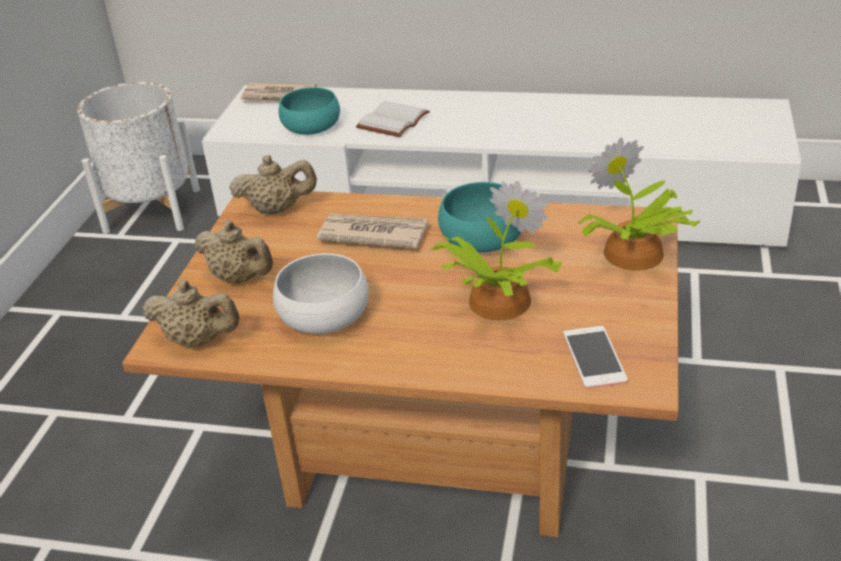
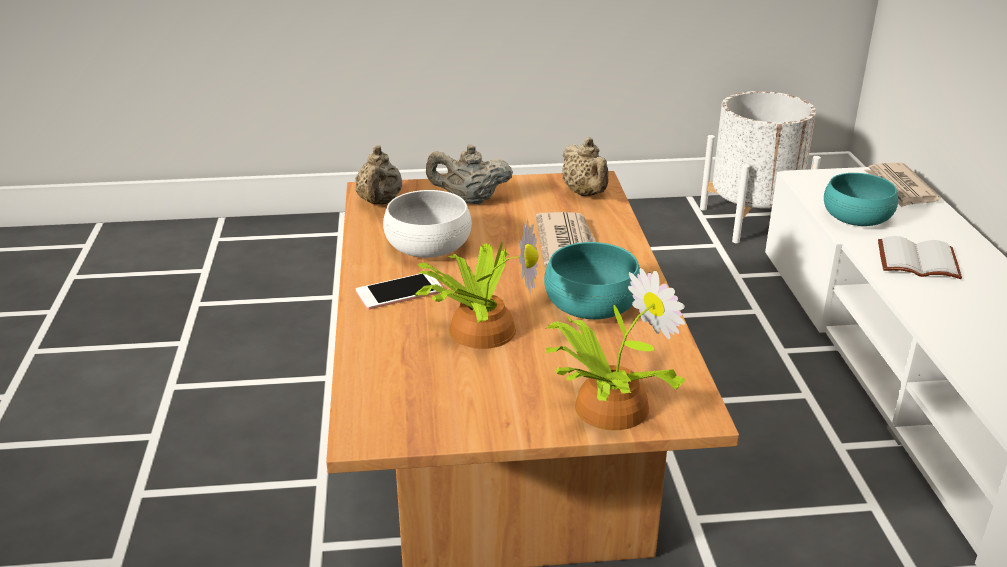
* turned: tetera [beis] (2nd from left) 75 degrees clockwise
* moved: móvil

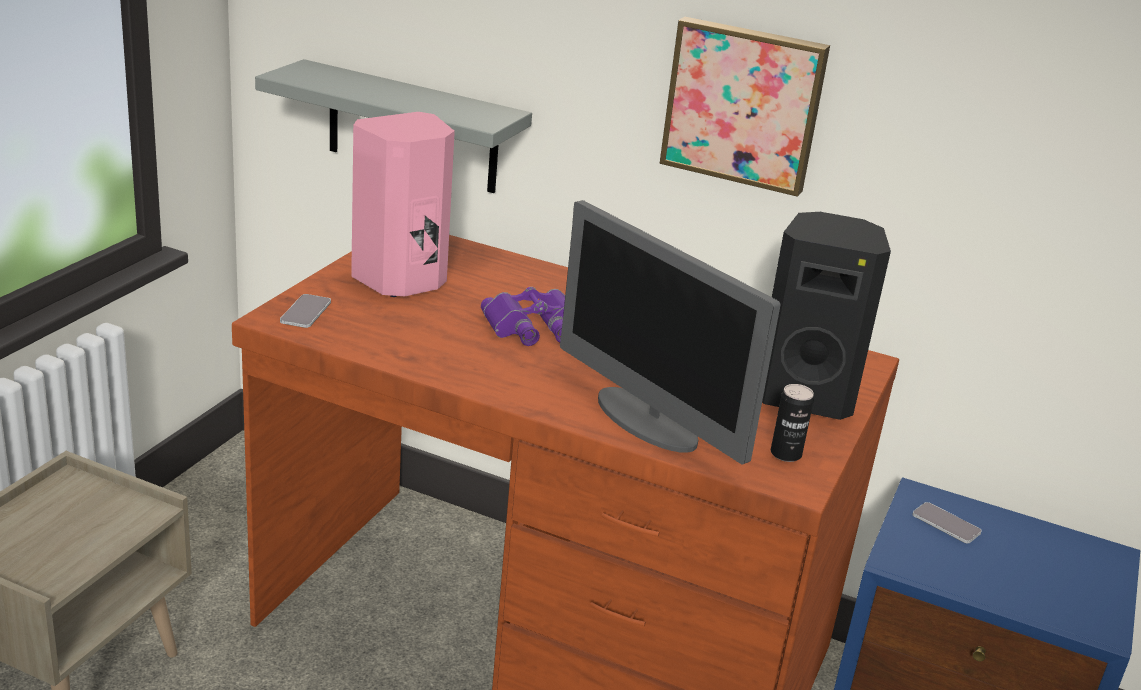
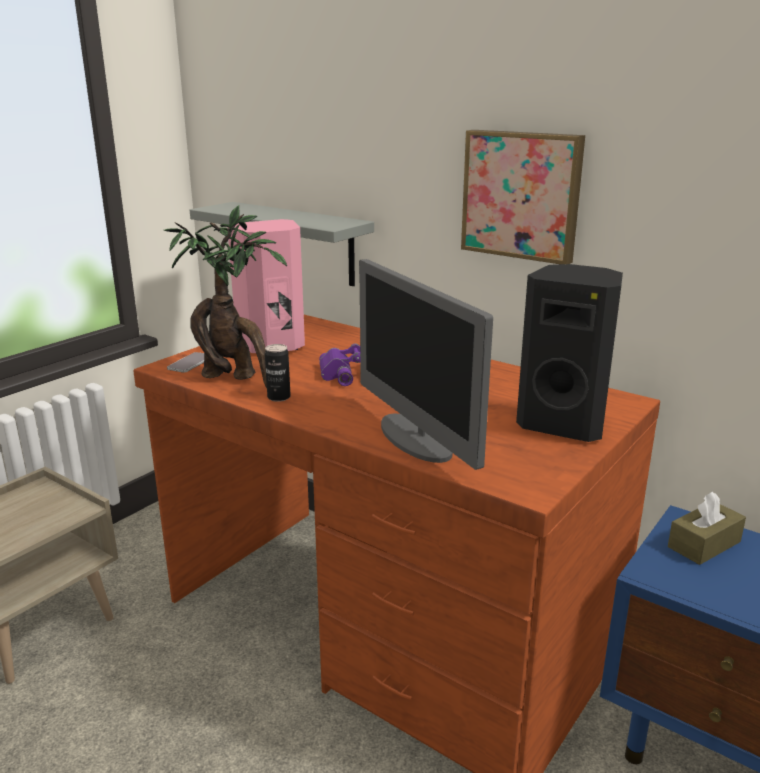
* moved: lata
* replaced: móvil (2nd from left) to caja de pañuelos [marrón]
* added: planta en maceta

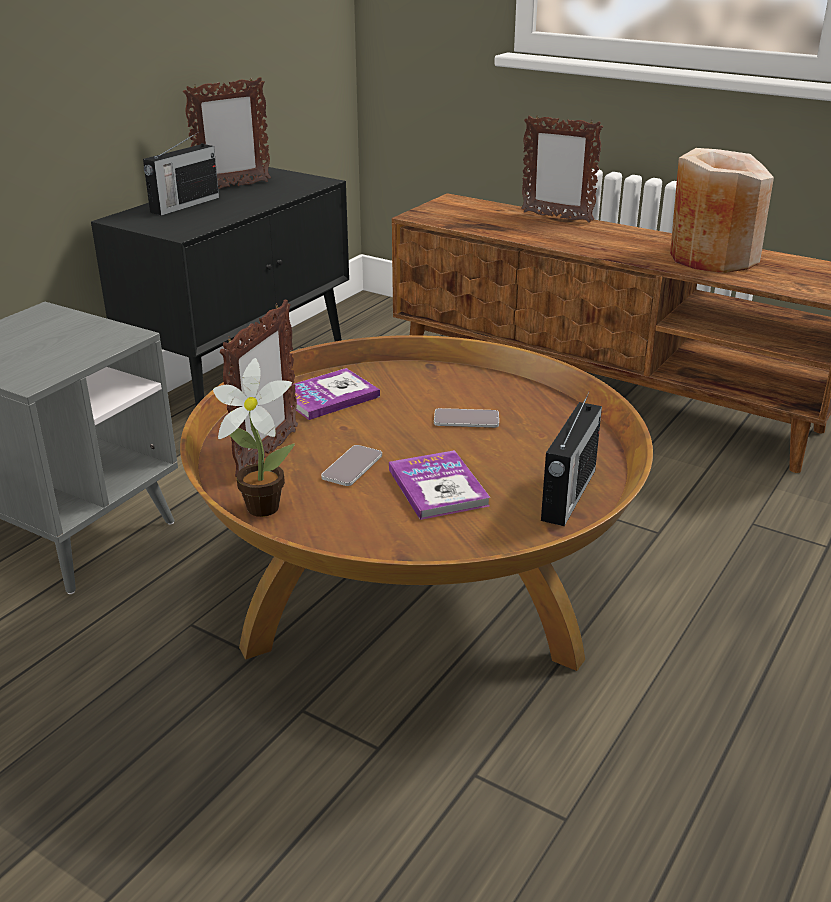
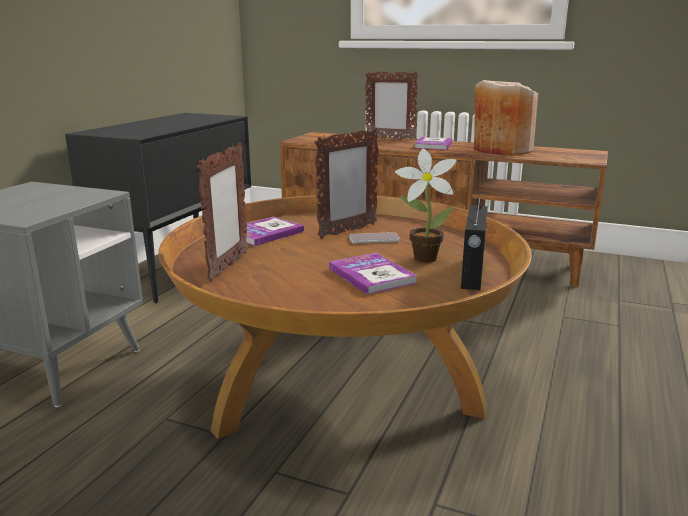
* moved: portarretratos (1st from left in the first image) to portarretratos (2nd from left)
* removed: radio (1st from left)
* moved: planta en maceta
* removed: móvil (1st from left)
* added: libro (3rd from left)

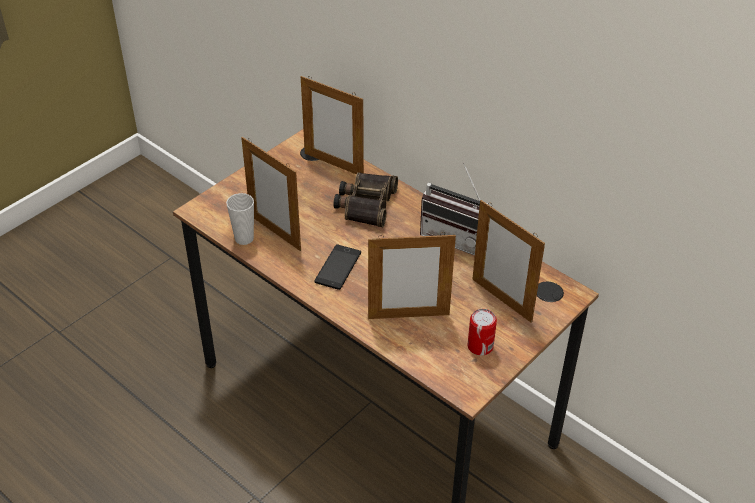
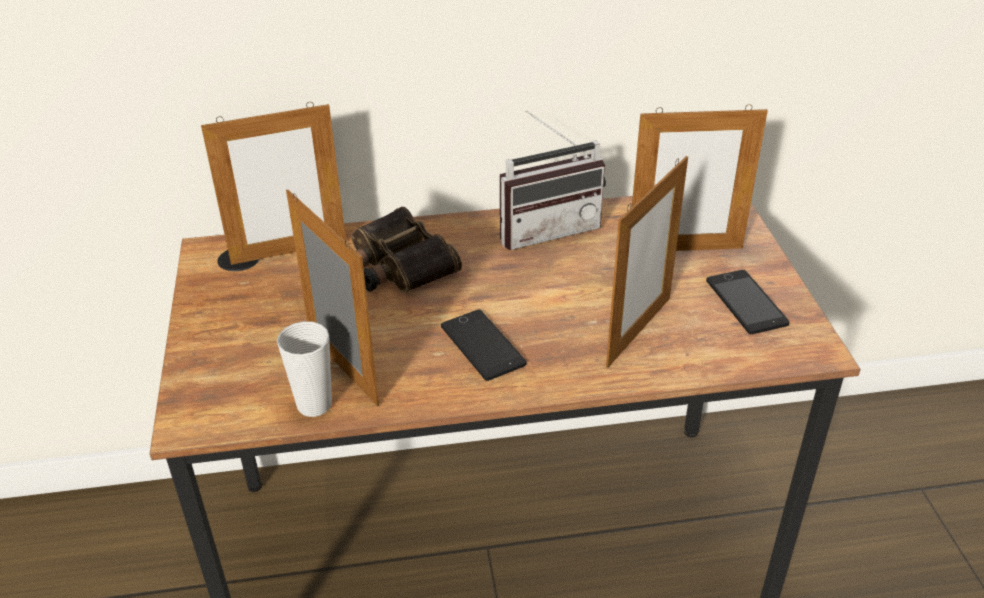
* turned: portarretratos (1st from left in the first image) 120 degrees counterclockwise
* replaced: lata to móvil (2nd from left)

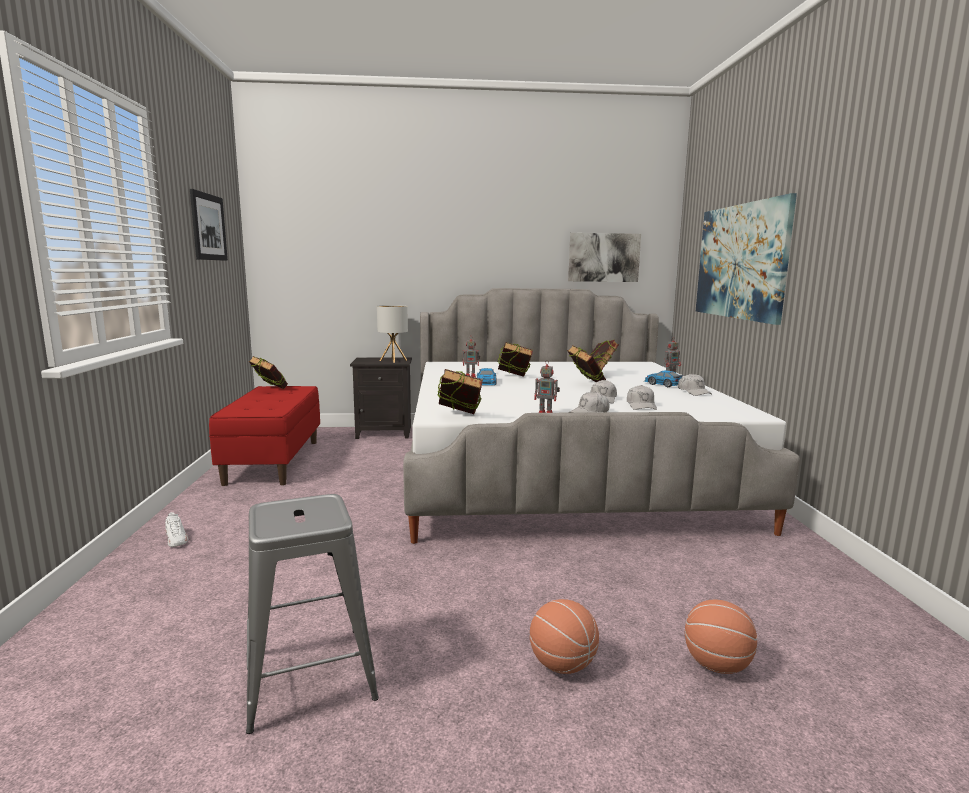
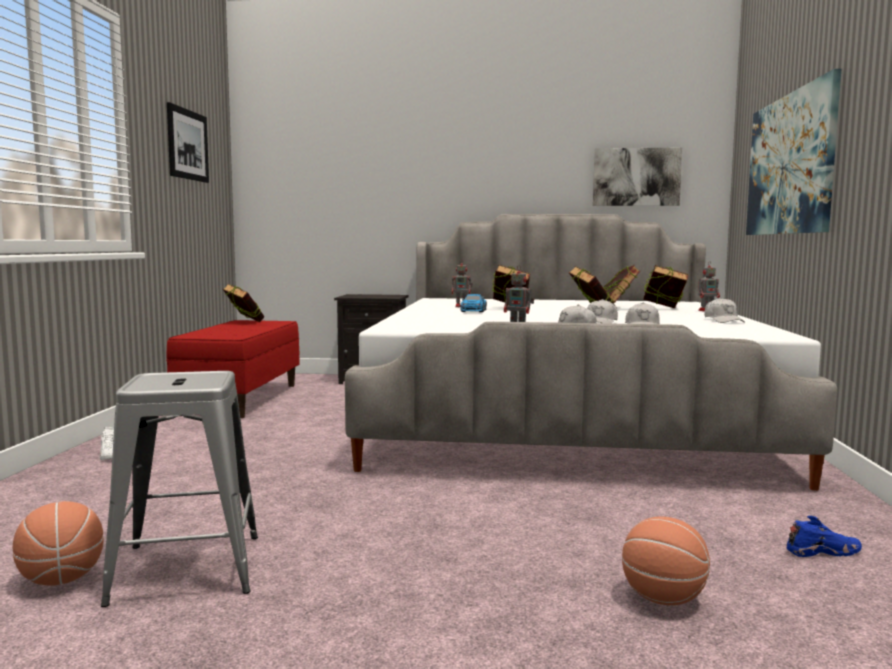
* removed: lámpara de mesa
* moved: libro (2nd from left in the first image) to libro (5th from left)
* removed: coche de juguete (2nd from left)
* moved: balón de baloncesto (1st from left)
* added: zapato [azul]

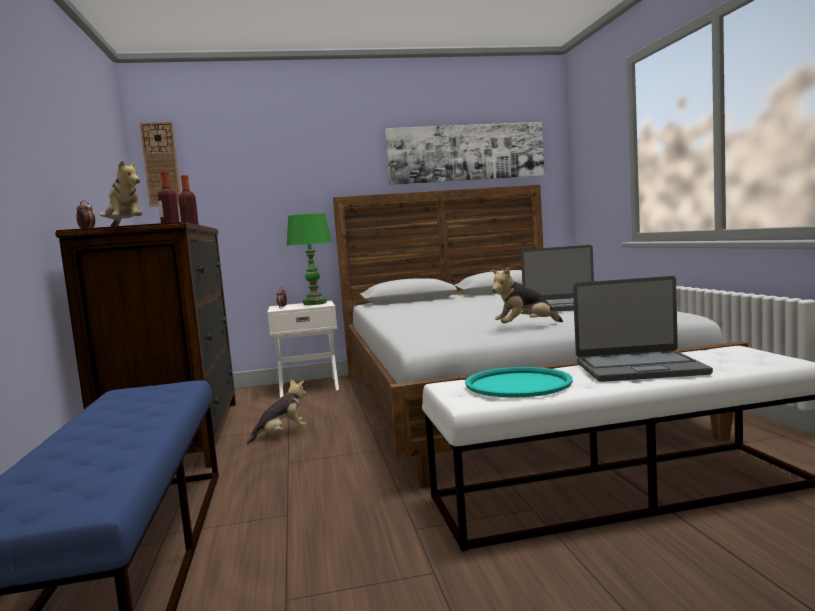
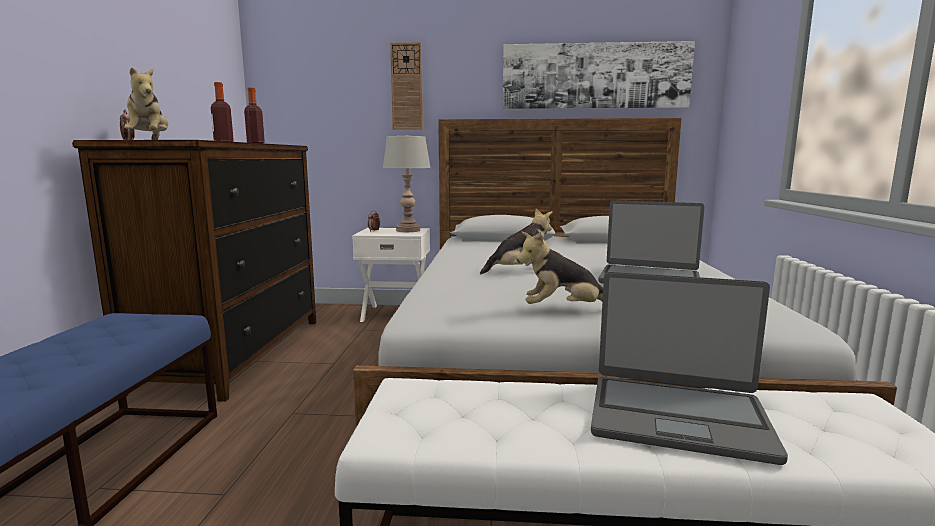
* moved: reloj de pared
* recoloured: lámpara de mesa [verde] to lámpara de mesa [gris]
* removed: bandeja [turquesa]
* moved: peluche (2nd from left)

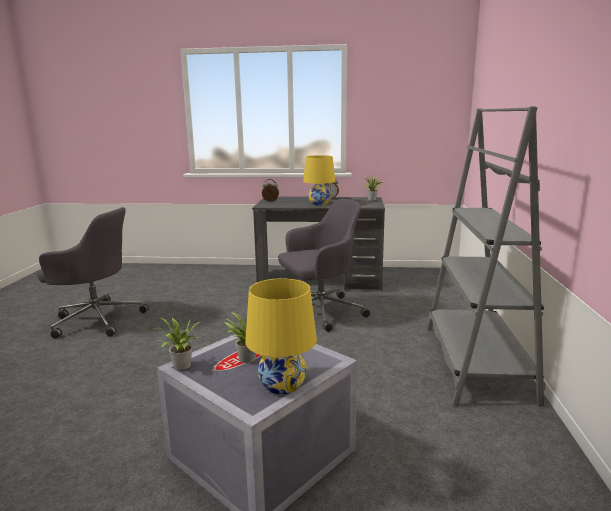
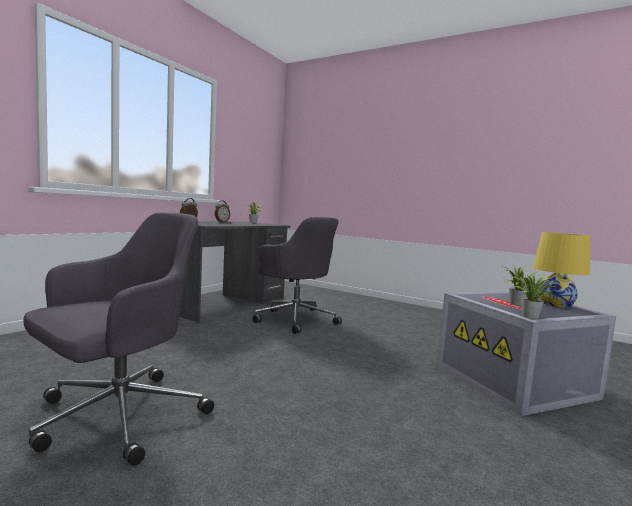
* removed: estantería [gris]
* removed: lámpara de mesa [amarillo] (2nd from left)
* turned: silla de oficina [gris] (2nd from left) 135 degrees clockwise

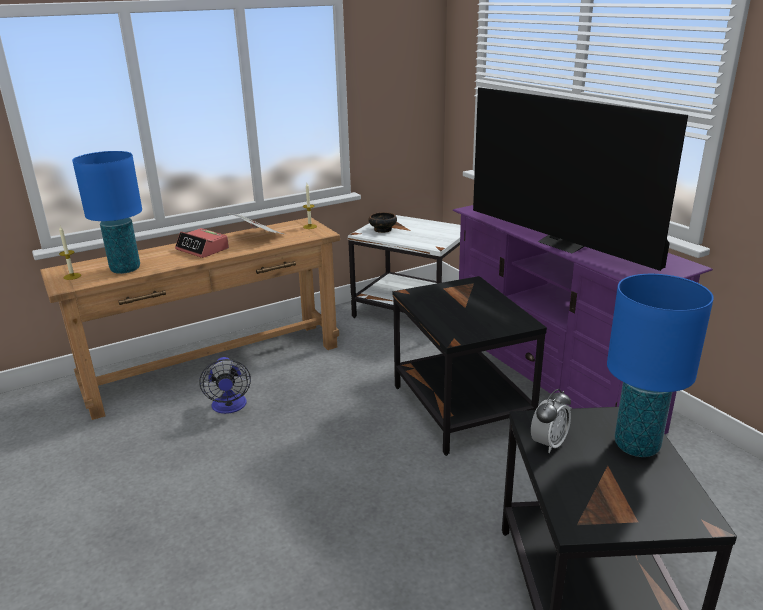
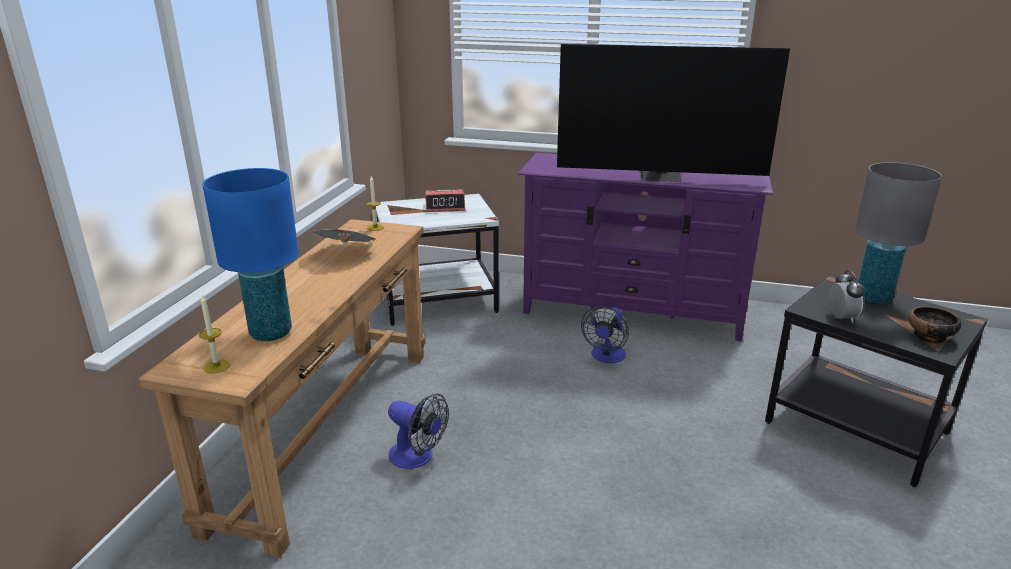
* moved: cuenco
* moved: despertador (1st from left)
* recoloured: lámpara de mesa [azul] (2nd from left) to lámpara de mesa [gris]
* replaced: mesa auxiliar [negro] (1st from left) to ventilador (2nd from left)

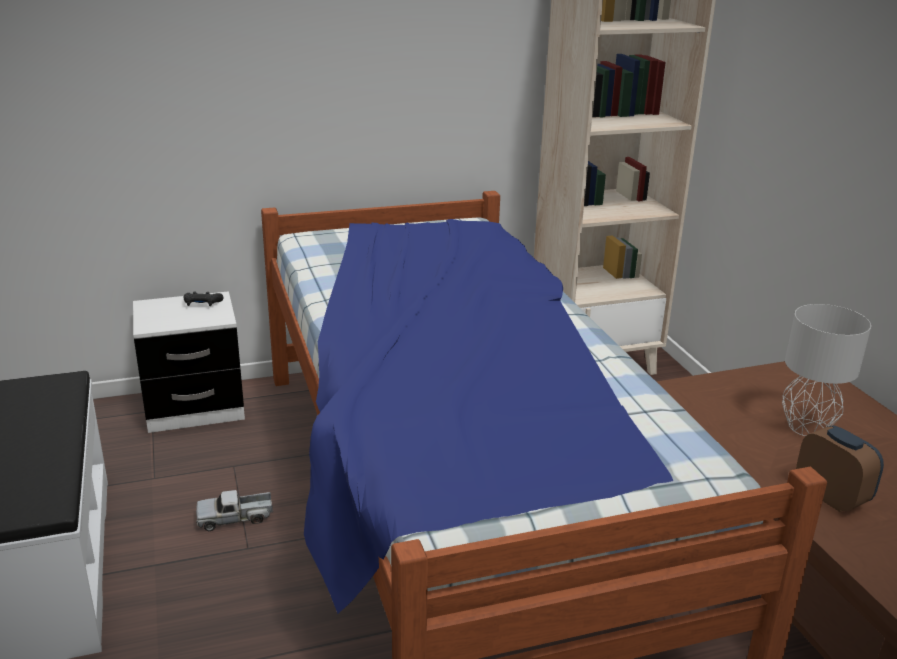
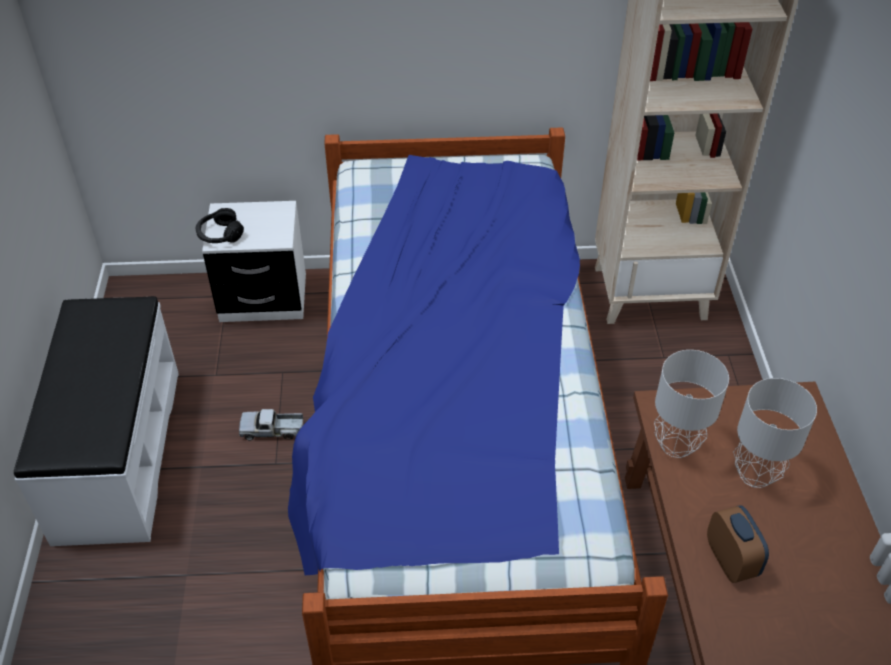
* removed: mando de consola [negro]
* added: auriculares [negro]
* added: lámpara de mesa [gris] (1st from left)

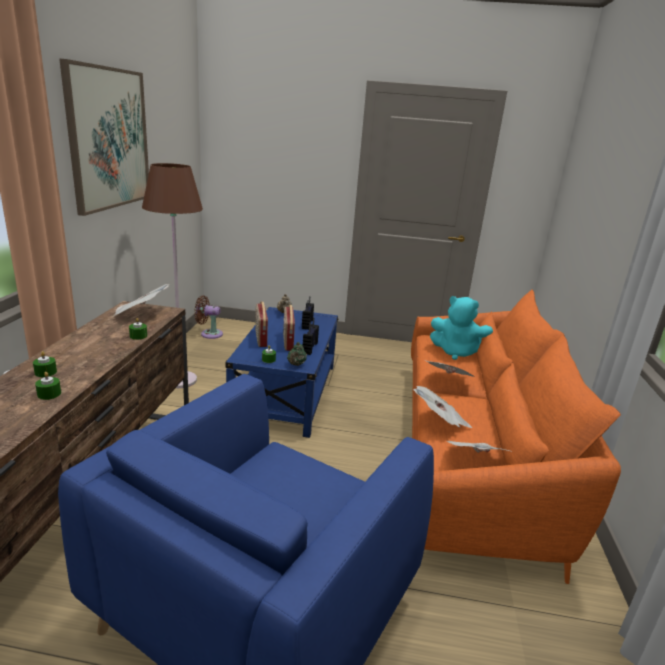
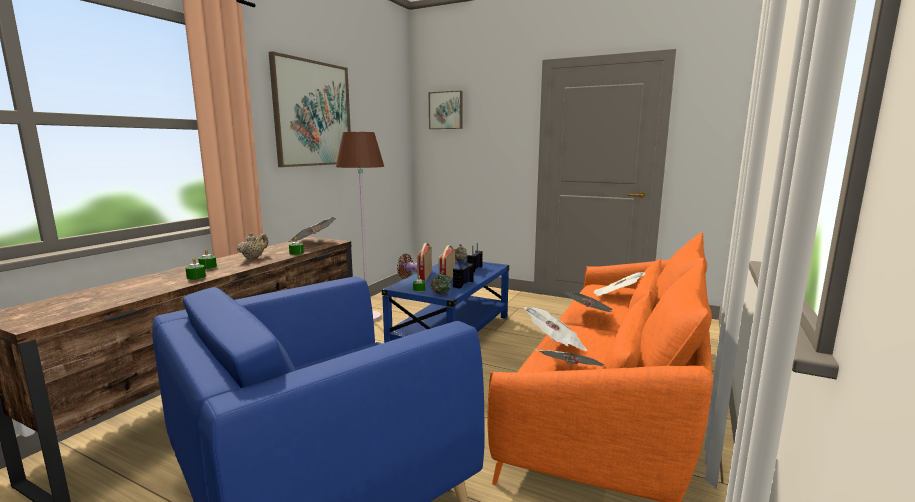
* replaced: peluche [turquesa] to periódico (5th from left)
* added: cuadro (2nd from left)
* added: tetera [beis] (1st from left)

